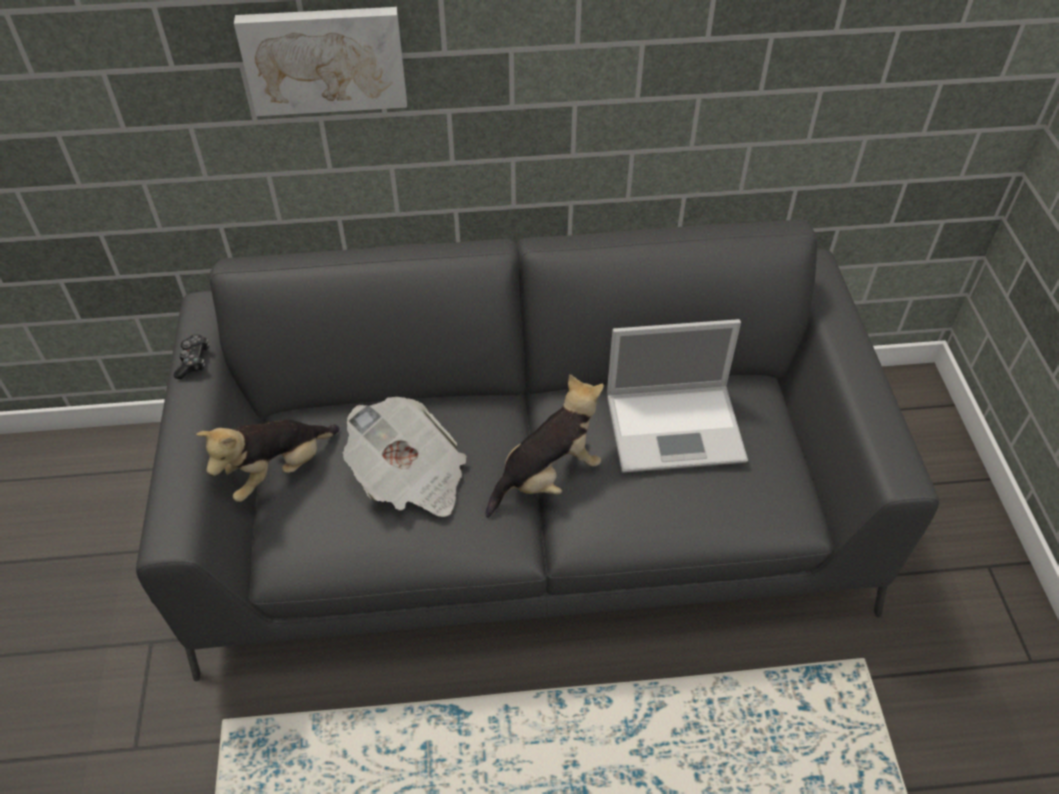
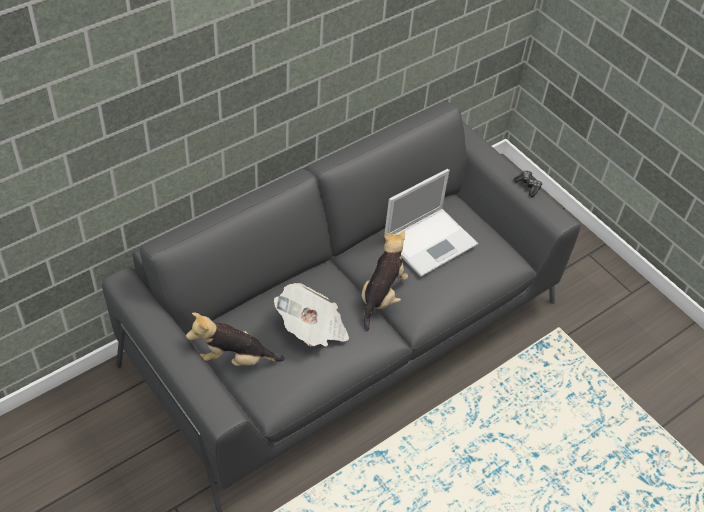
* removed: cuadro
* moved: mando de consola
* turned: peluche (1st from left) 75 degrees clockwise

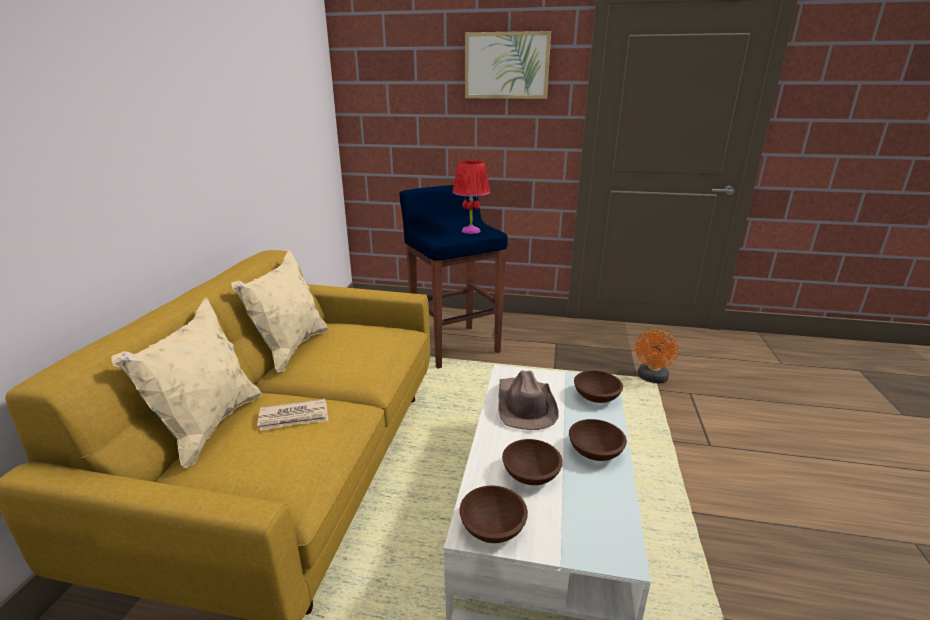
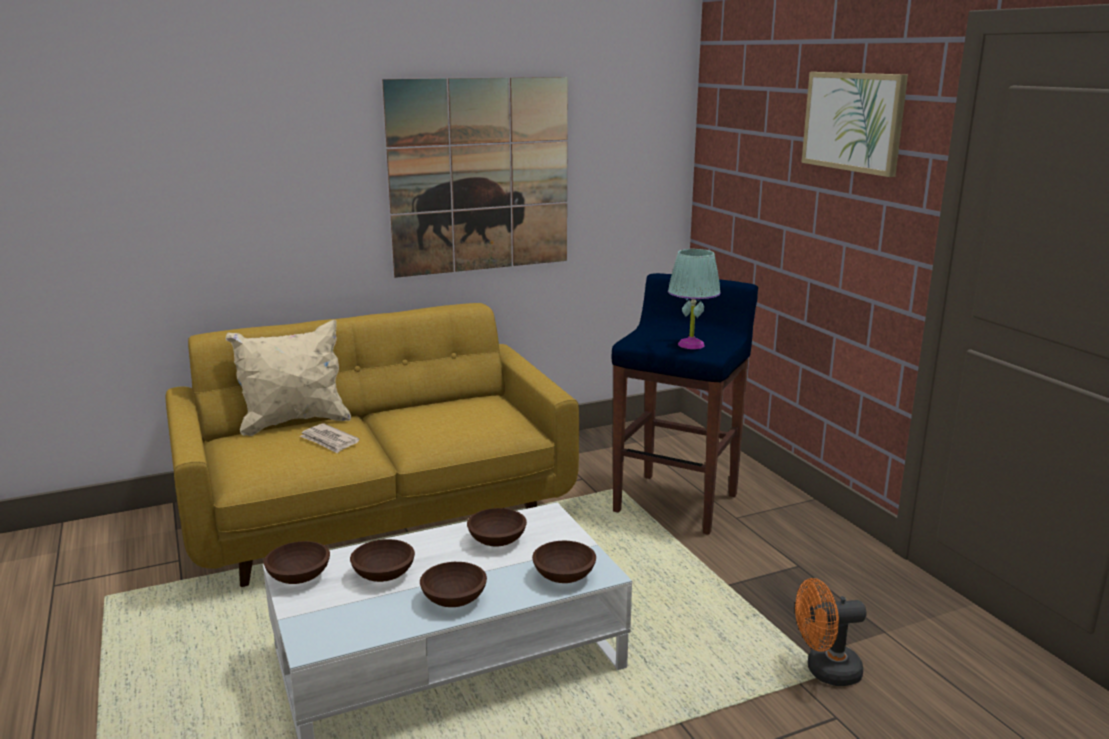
* recoloured: lámpara de mesa [rojo] to lámpara de mesa [turquesa]
* removed: cojín [beis] (2nd from left)
* replaced: sombrero [marrón] to cuenco [marrón] (4th from left)
* added: cuadro (1st from left)

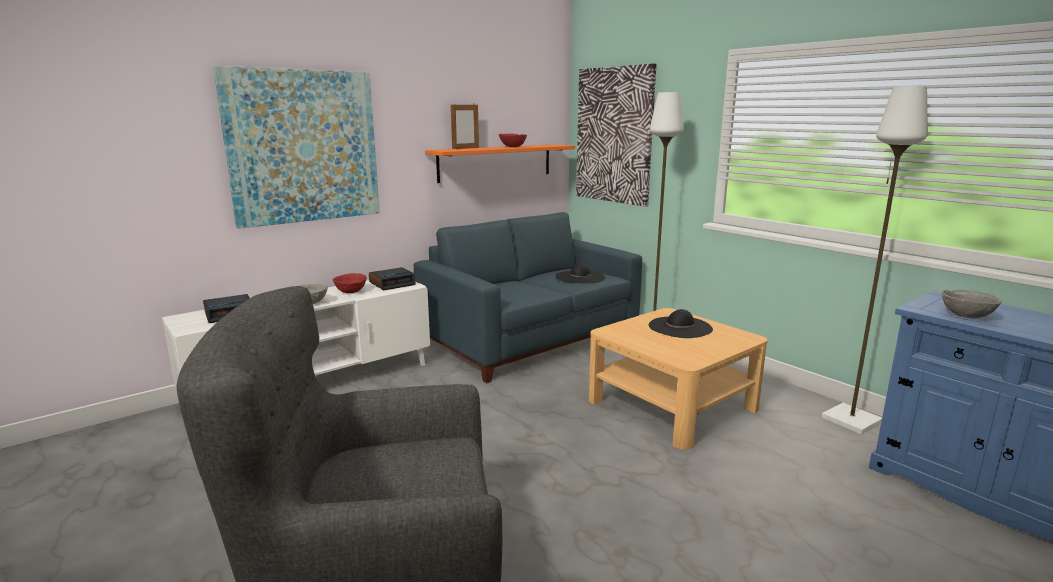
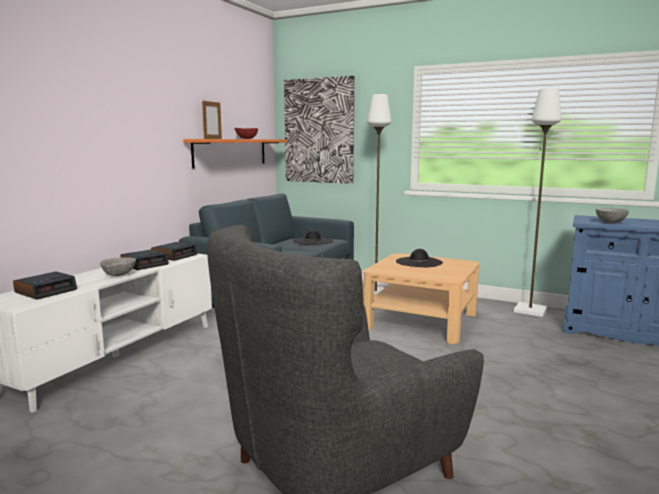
* removed: cuadro (1st from left)
* replaced: cuenco [rojo] (1st from left) to despertador (2nd from left)

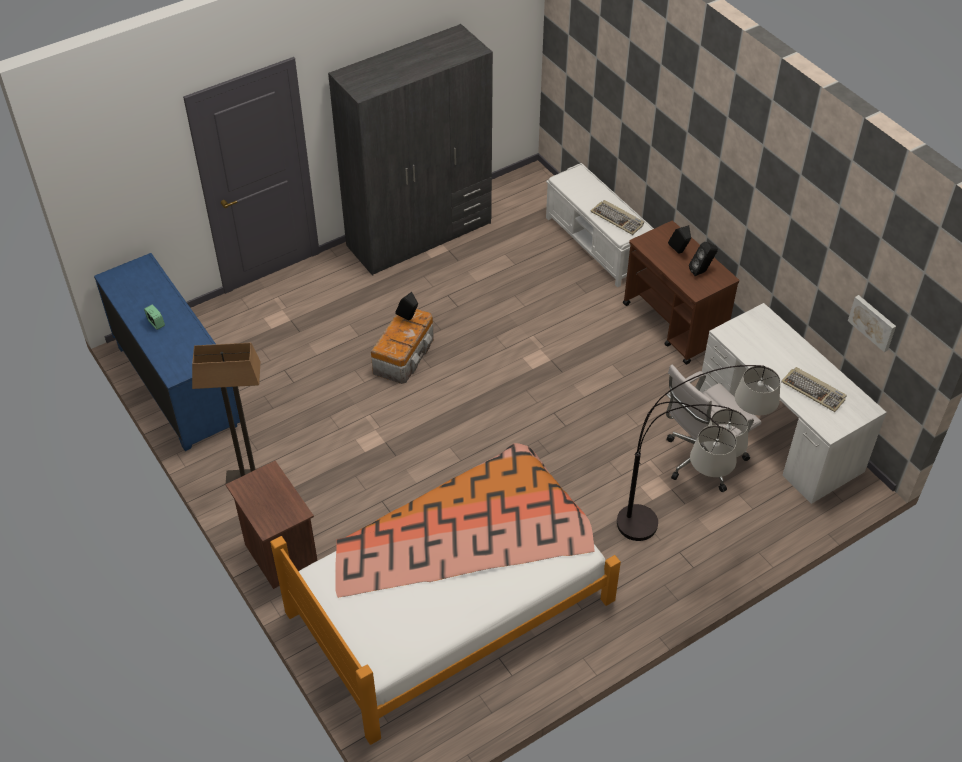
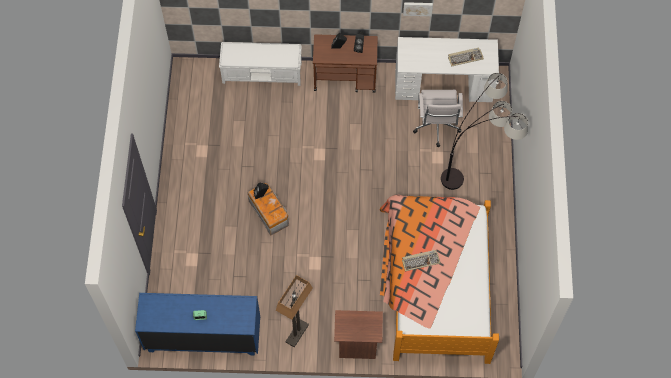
* removed: armario ropero [gris]
* moved: teclado (1st from left)
* moved: cuadro

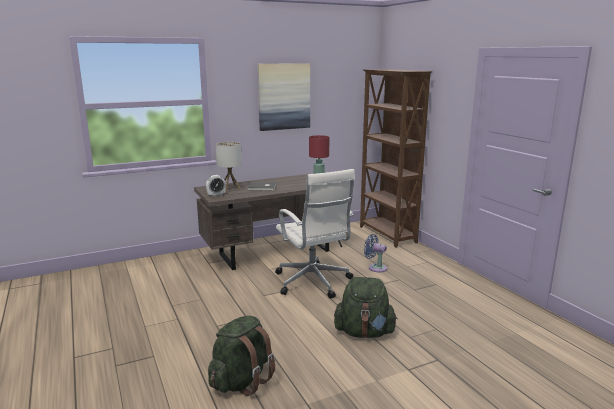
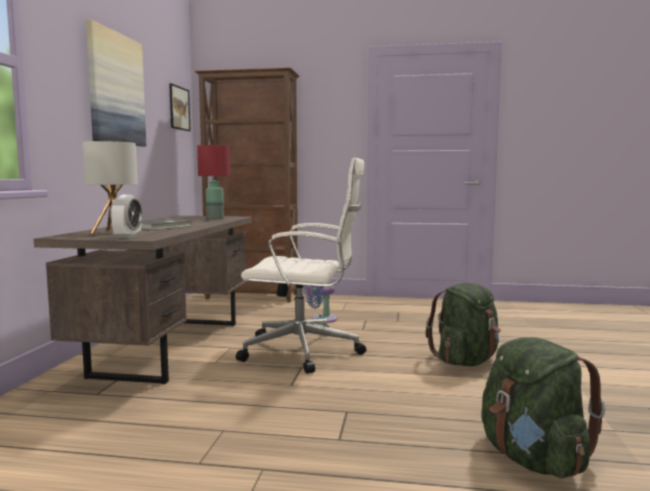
* added: cuadro (2nd from left)

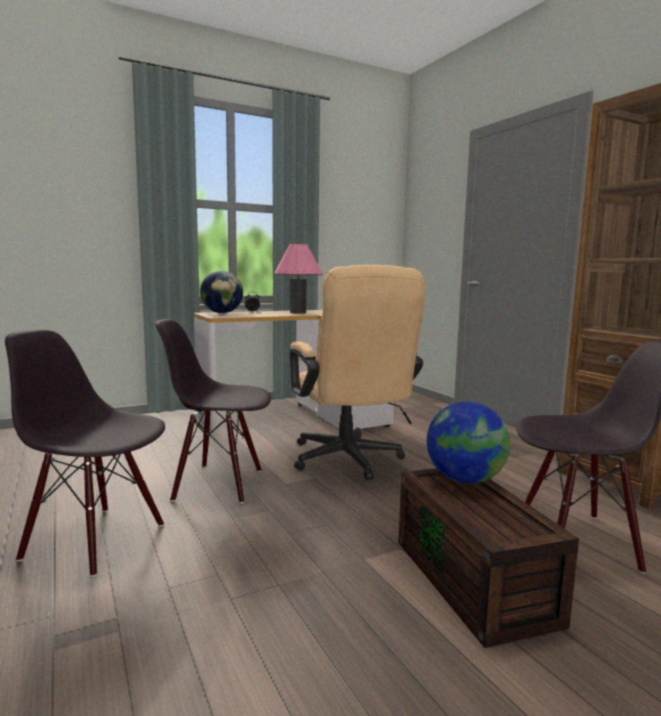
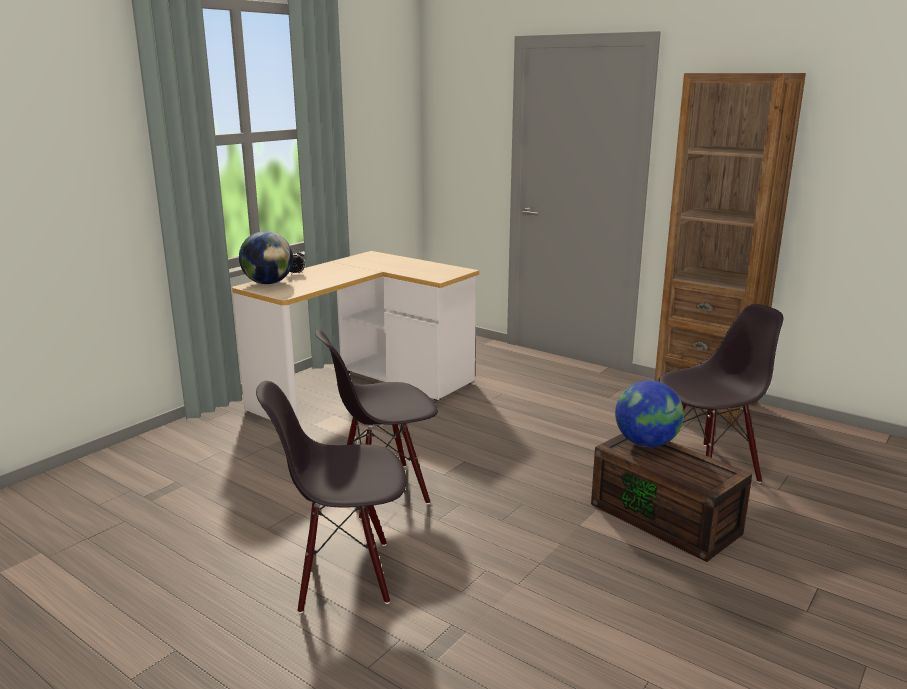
* removed: lámpara de mesa [rosa]
* removed: silla de oficina [beis]

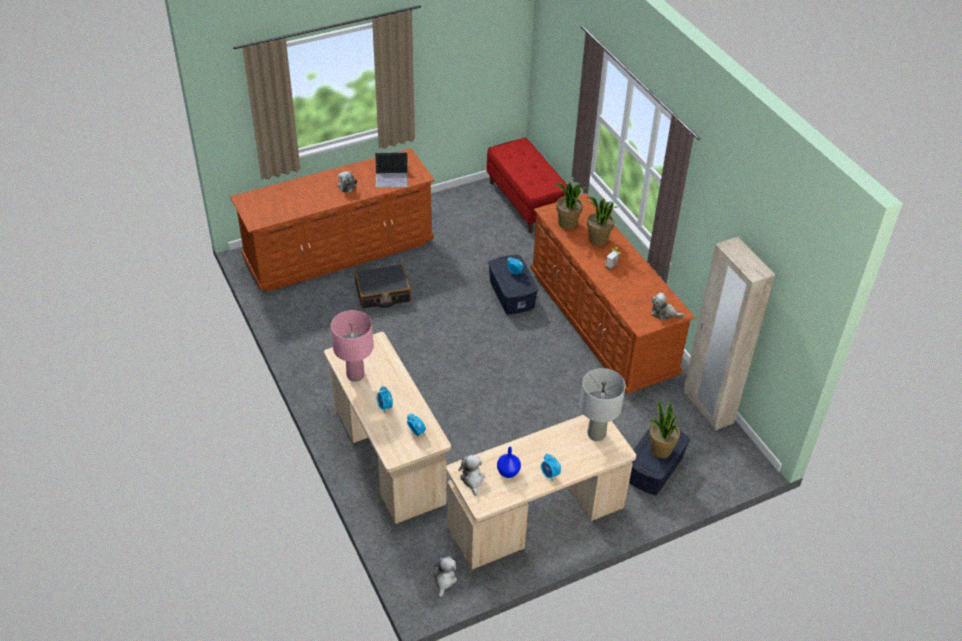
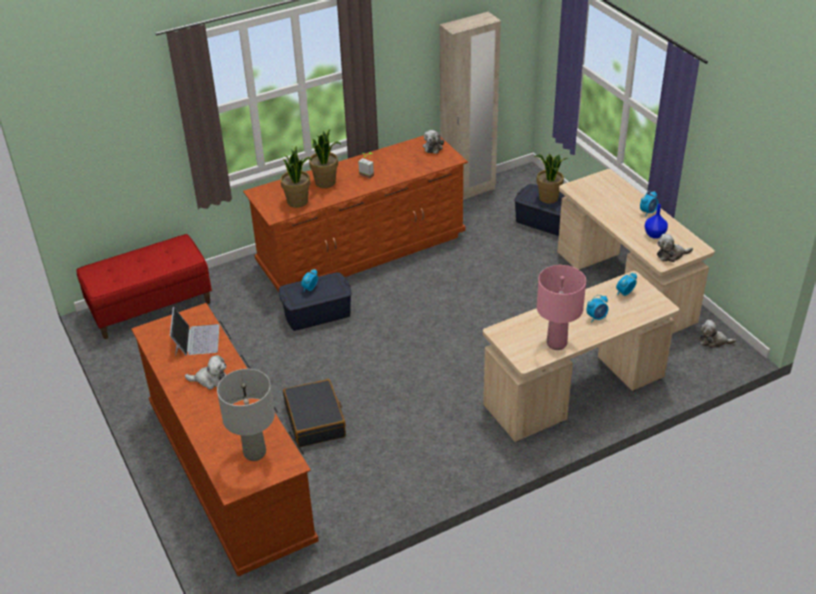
* moved: lámpara de mesa [gris]

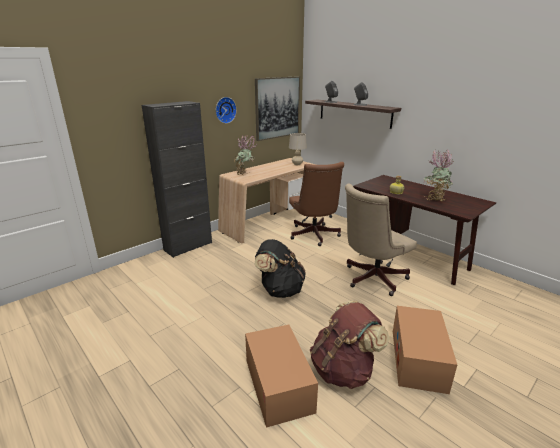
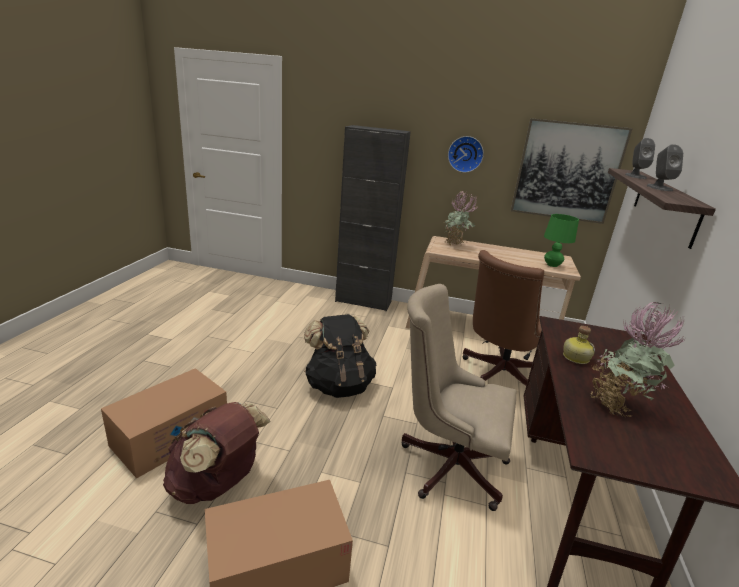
* recoloured: lámpara de mesa [beis] to lámpara de mesa [verde]

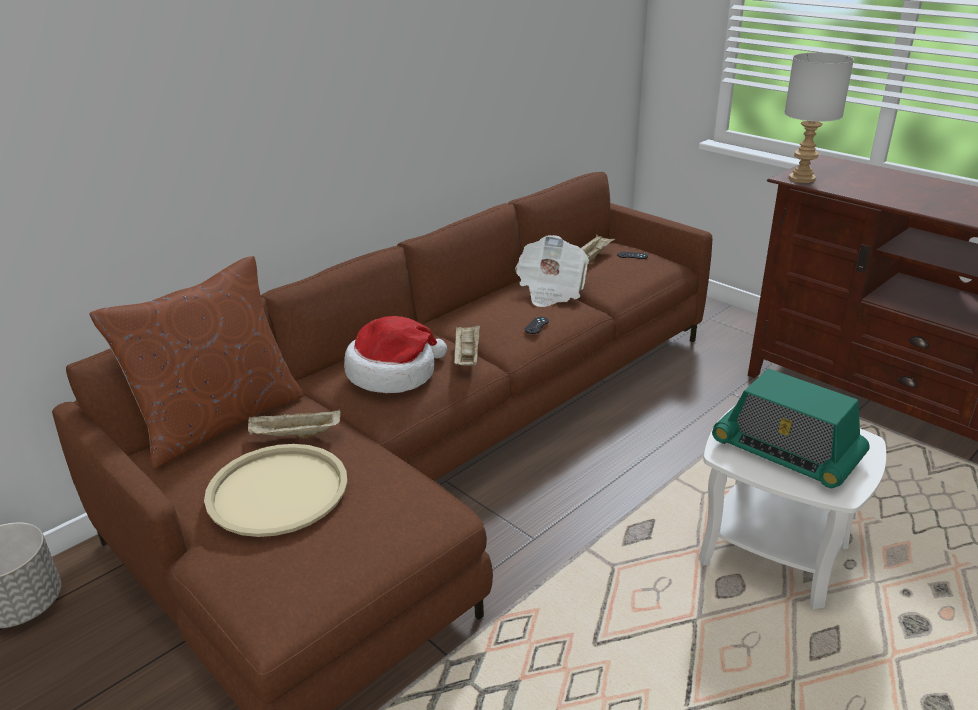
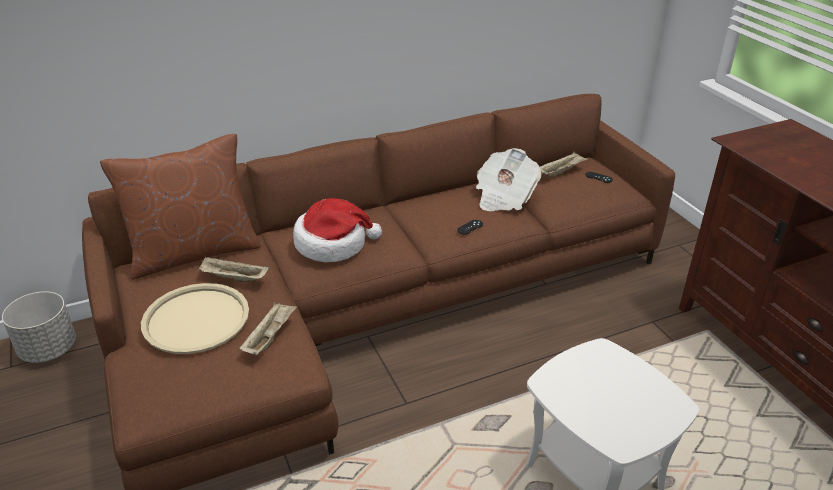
* removed: lámpara de mesa [gris]
* moved: bandeja [beis] (3rd from left)
* removed: radio

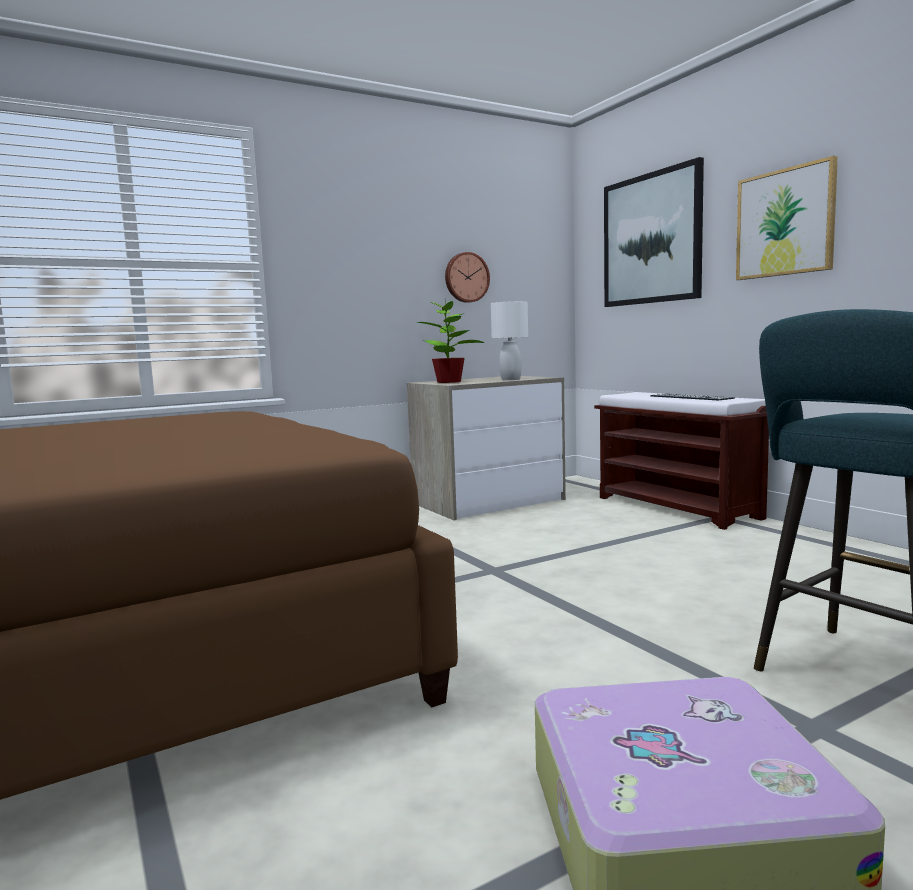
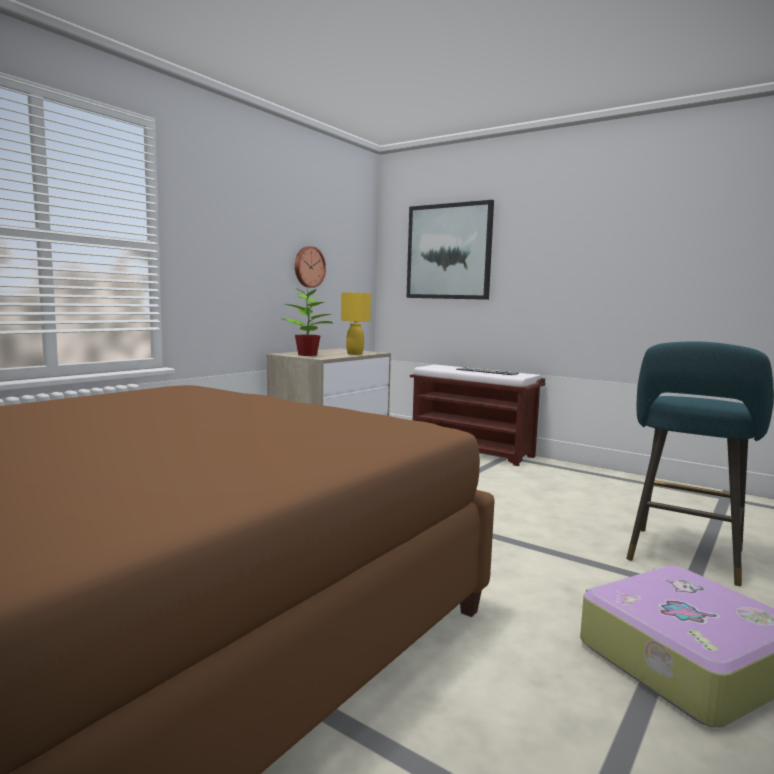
* removed: cuadro (2nd from left)
* recoloured: lámpara de mesa [blanco] to lámpara de mesa [amarillo]

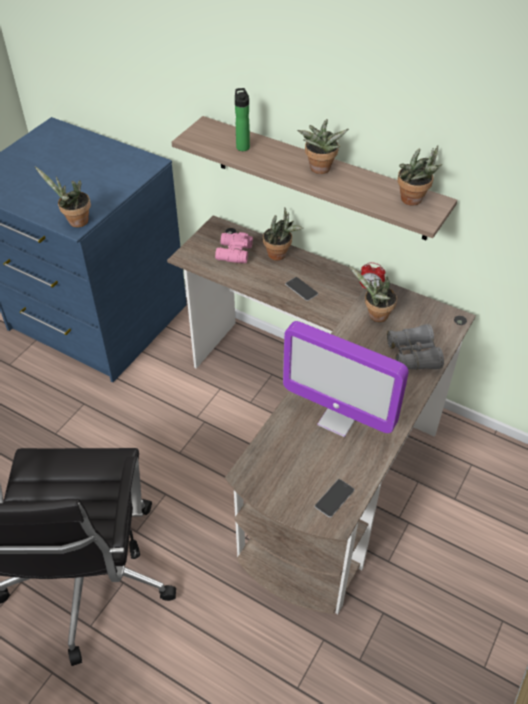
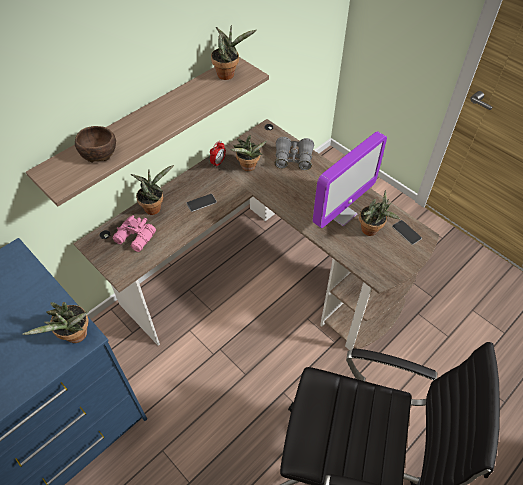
* replaced: botella to cuenco [marrón]
* moved: planta en maceta (3rd from left in the first image) to planta en maceta (5th from left)

